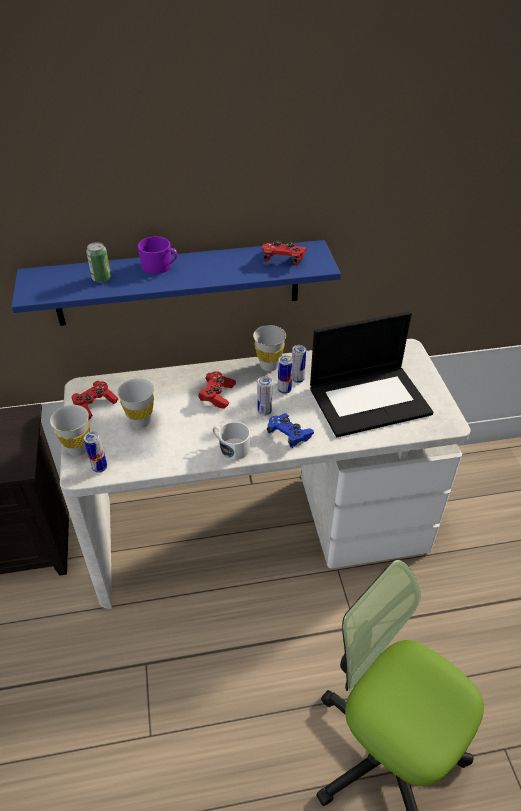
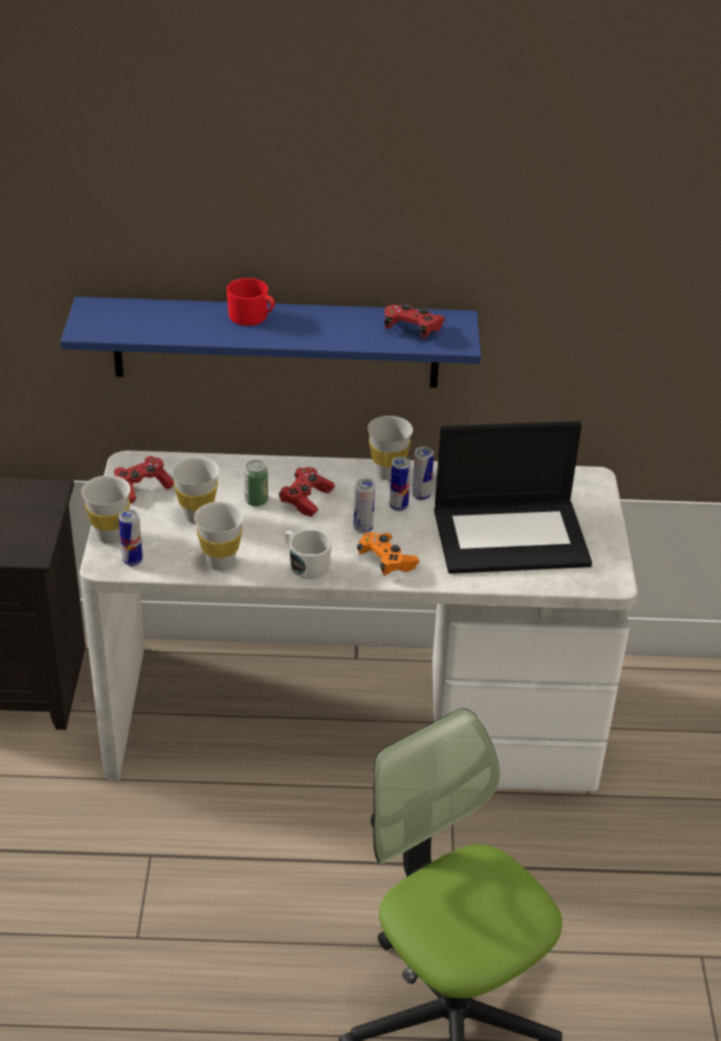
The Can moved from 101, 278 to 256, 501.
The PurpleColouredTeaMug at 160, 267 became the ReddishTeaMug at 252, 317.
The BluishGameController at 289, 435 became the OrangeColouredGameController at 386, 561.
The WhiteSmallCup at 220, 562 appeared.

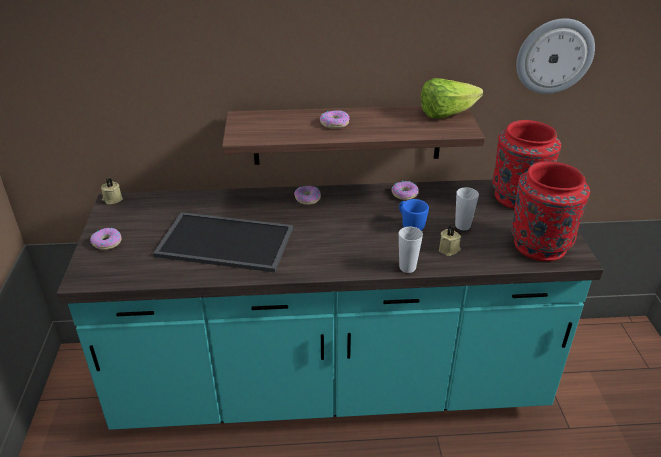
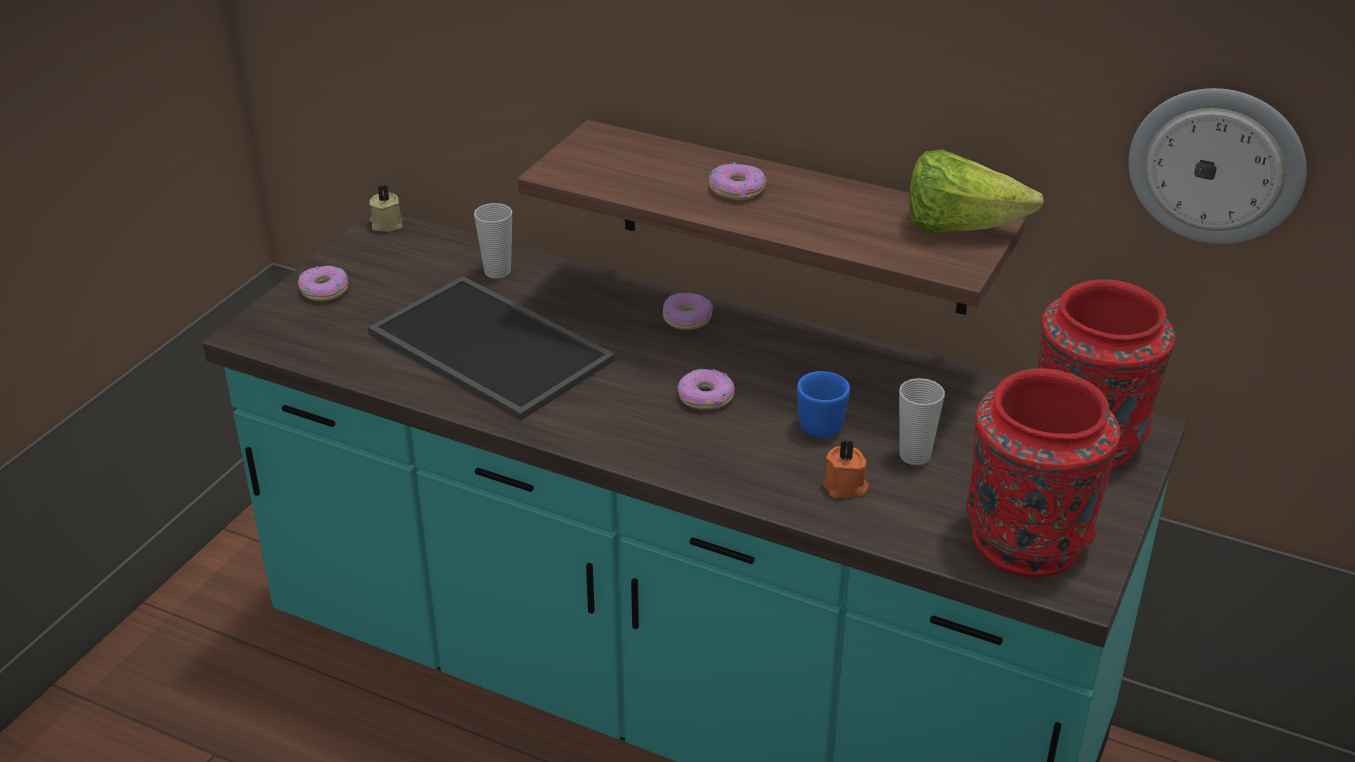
The RingDoughnut moved from 405, 194 to 705, 397.
The SmallCup moved from 407, 268 to 497, 272.
The BeigeCandle at 449, 249 became the OrangeColouredCandle at 845, 487.

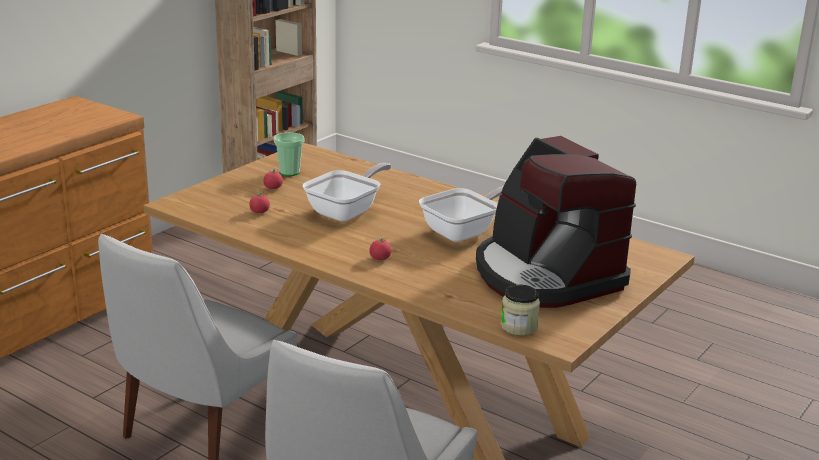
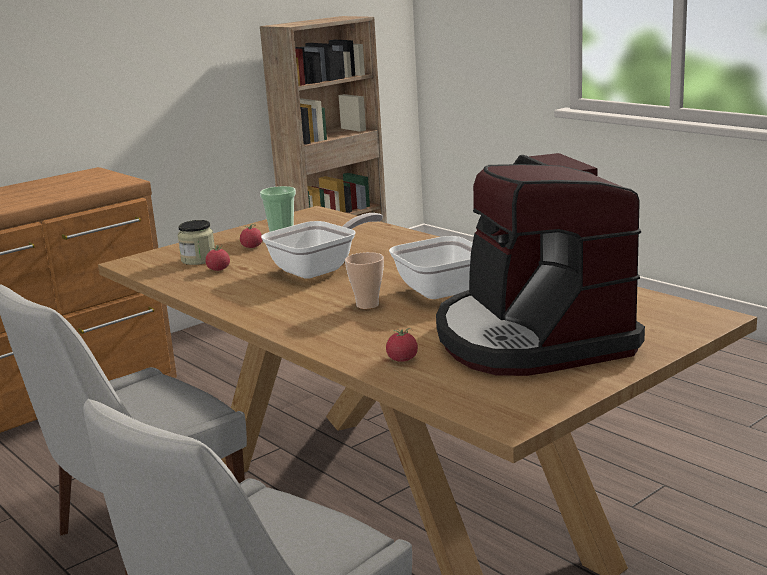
The Tomato moved from 380, 258 to 402, 359.
The StorageJar moved from 519, 327 to 198, 259.
The SmallCup at 367, 305 appeared.

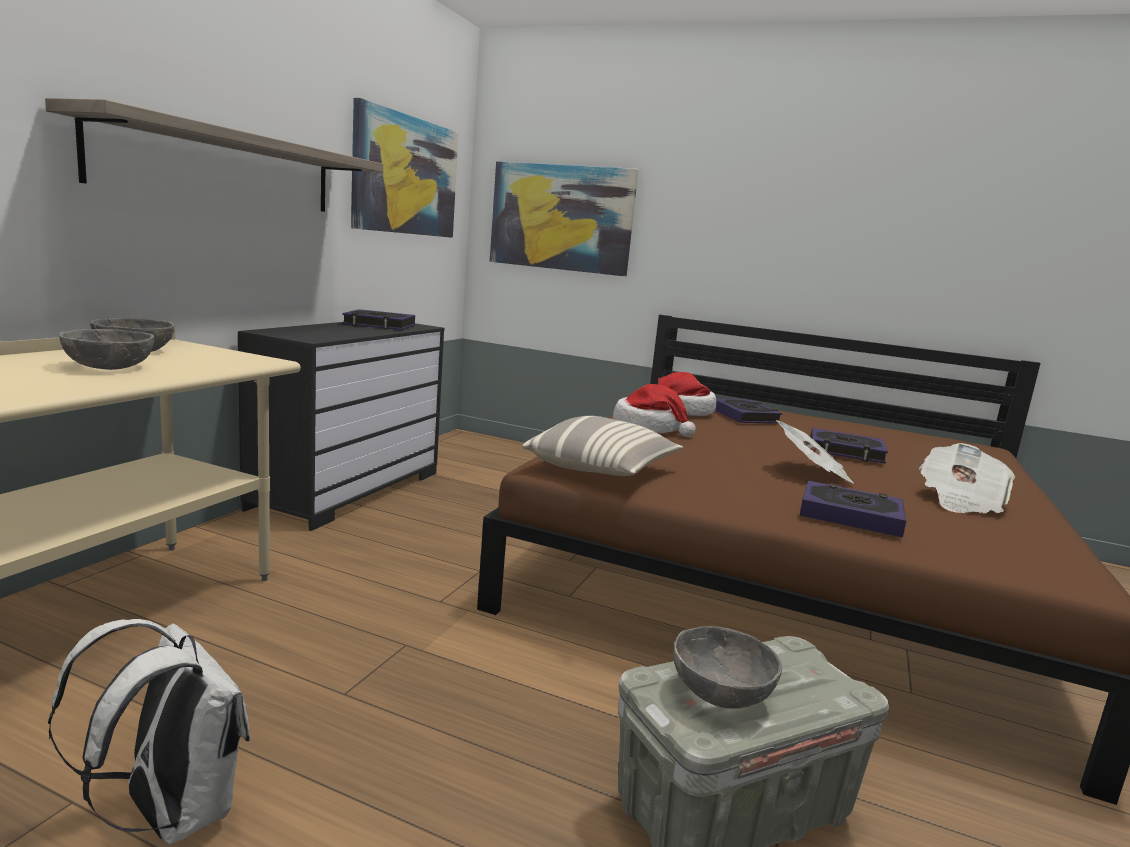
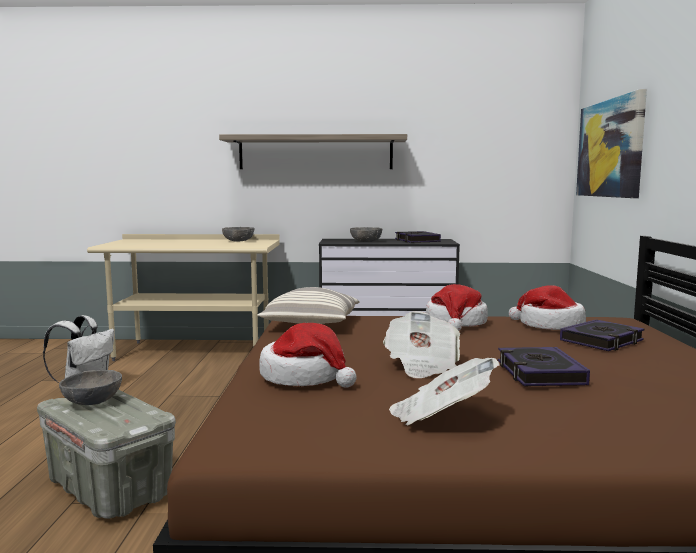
The GreyDeepDish moved from 109, 367 to 366, 241.
The Picture at 406, 176 disappeared.
The BoundBook at 850, 516 was replaced by the ClothingHat at 305, 376.

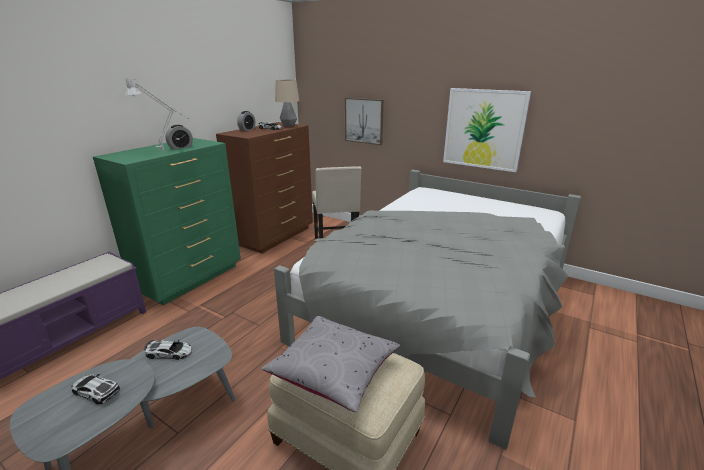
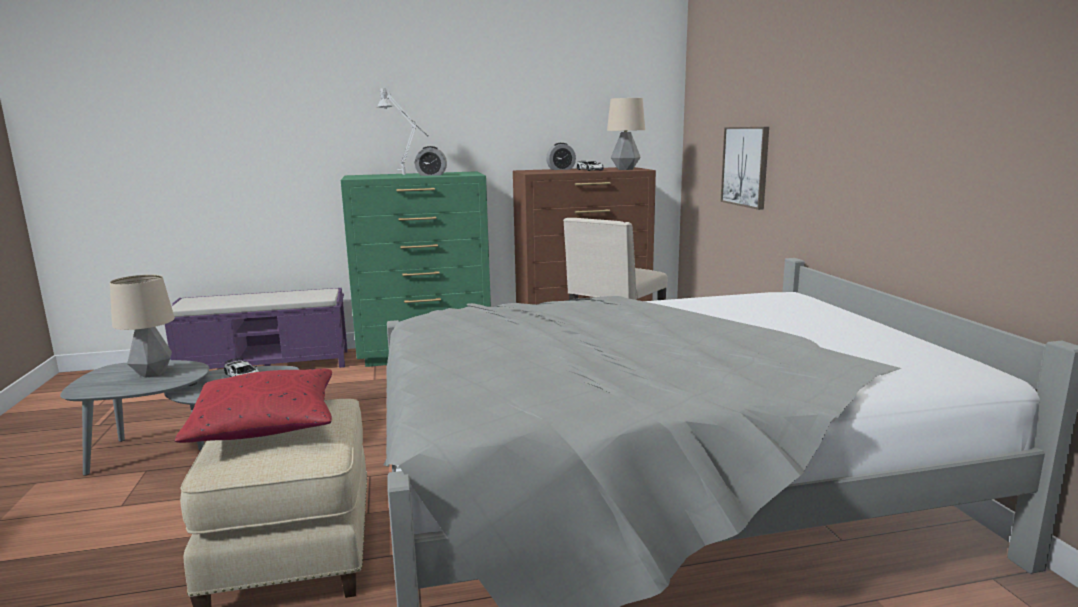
The MiniatureCar at 95, 391 was replaced by the LampForATable at 152, 373.
The GreyPillow at 333, 371 became the ReddishPillow at 266, 425.
The Picture at 484, 129 disappeared.

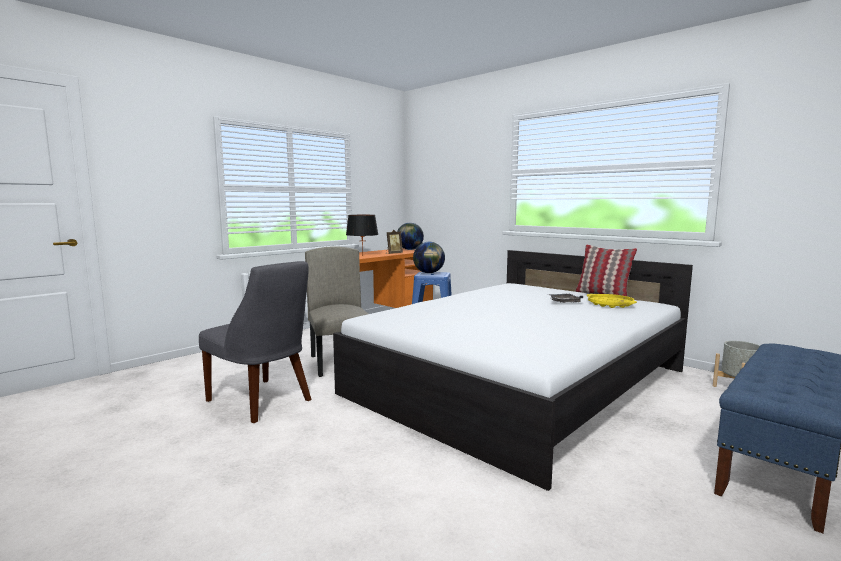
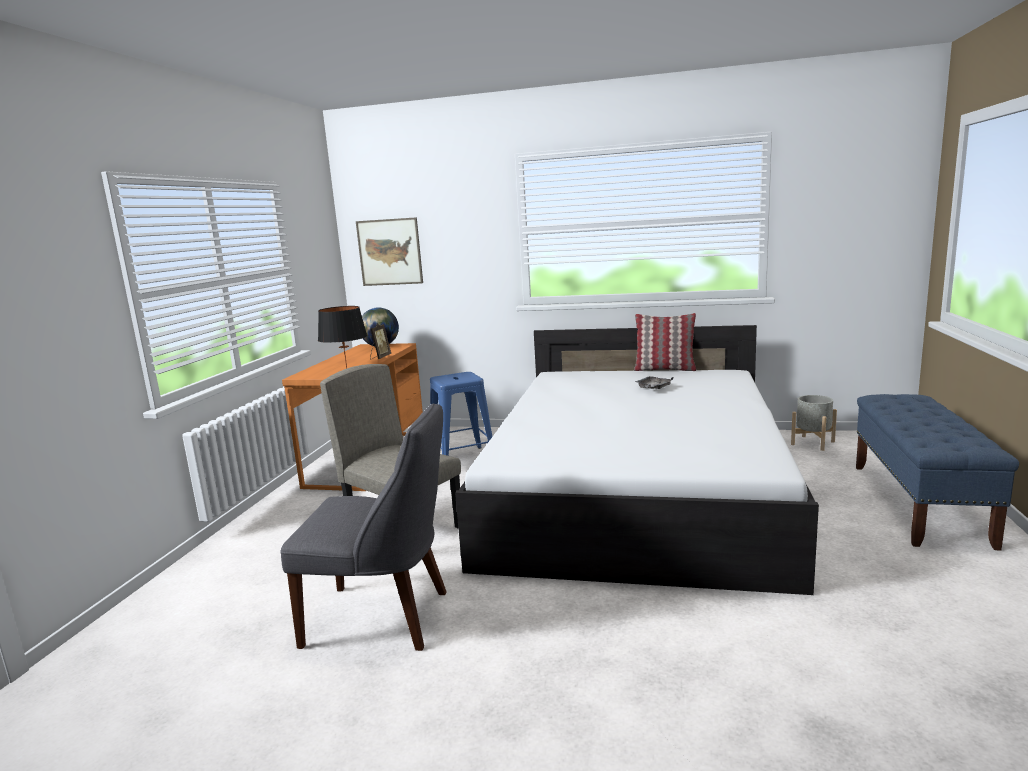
The DeskGlobe at 429, 273 disappeared.
The YellowishTray at 610, 304 disappeared.
The Picture at 389, 252 appeared.

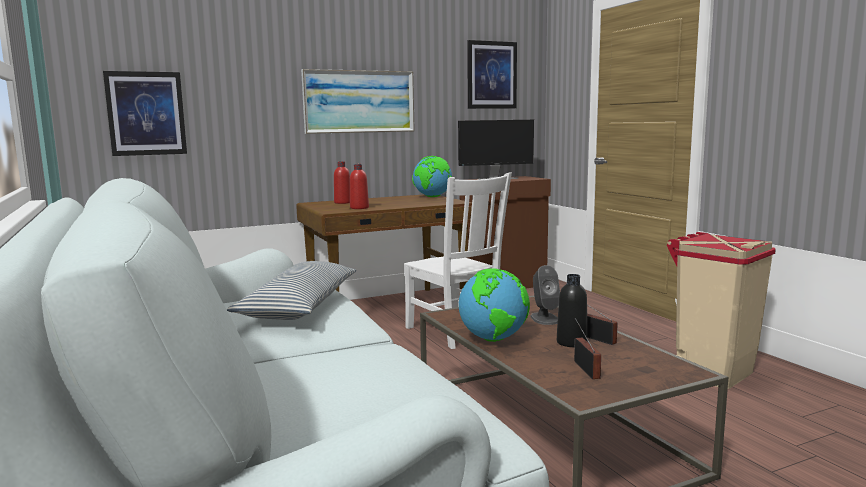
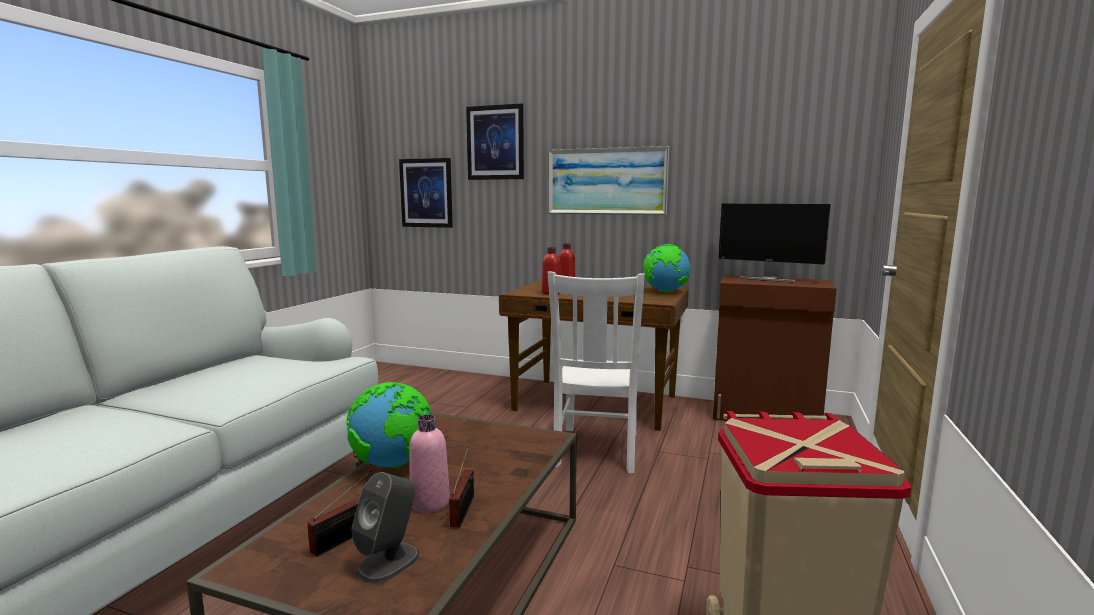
The Pillow at 300, 306 disappeared.
The Picture moved from 491, 75 to 495, 143.
The GreyAudioSpeaker moved from 544, 318 to 389, 562.
The BlackishBottle at 571, 342 became the PinkBottle at 430, 503.

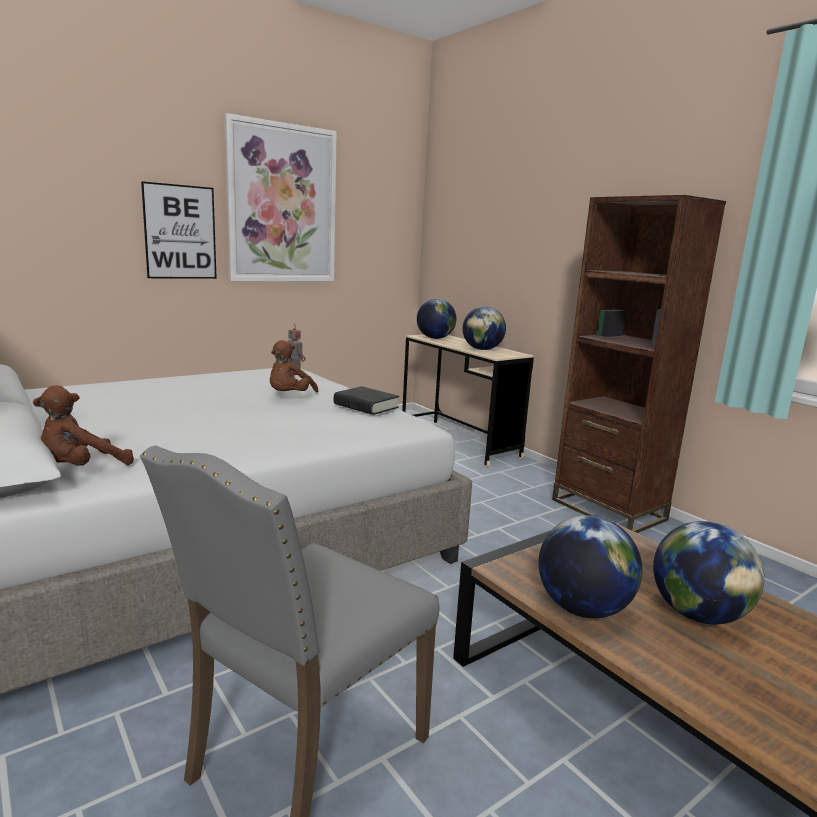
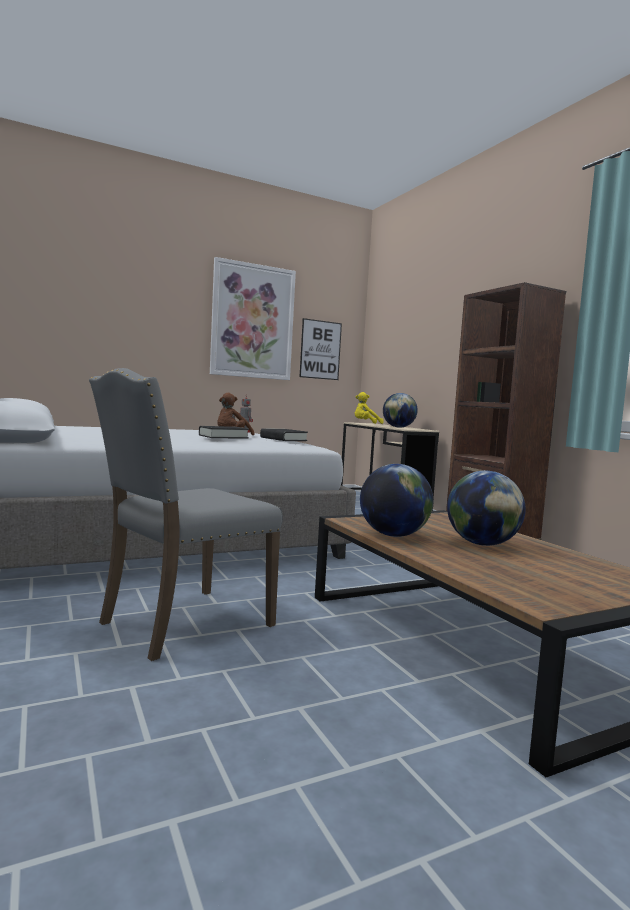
The BrownPlushToy at 81, 469 disappeared.
The Picture moved from 180, 232 to 320, 350.
The DeskGlobe at 435, 338 was replaced by the YellowishPlushToy at 366, 423.
The BlackishBoundBook at 223, 437 appeared.

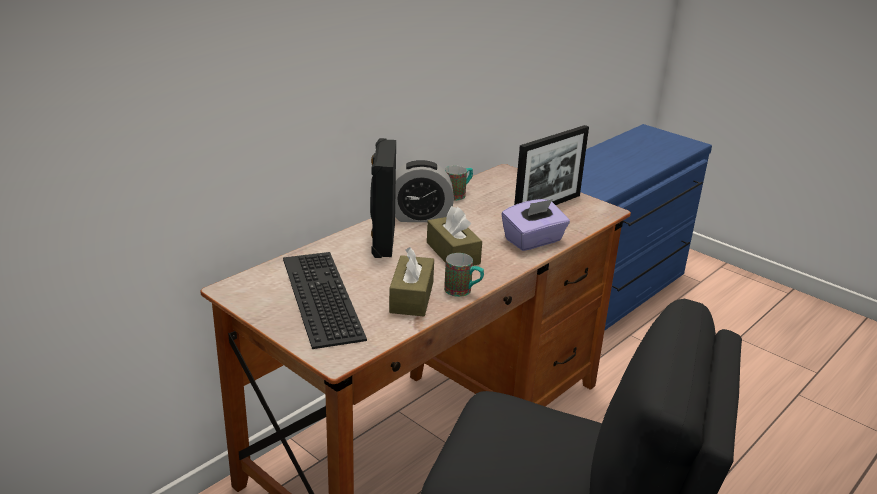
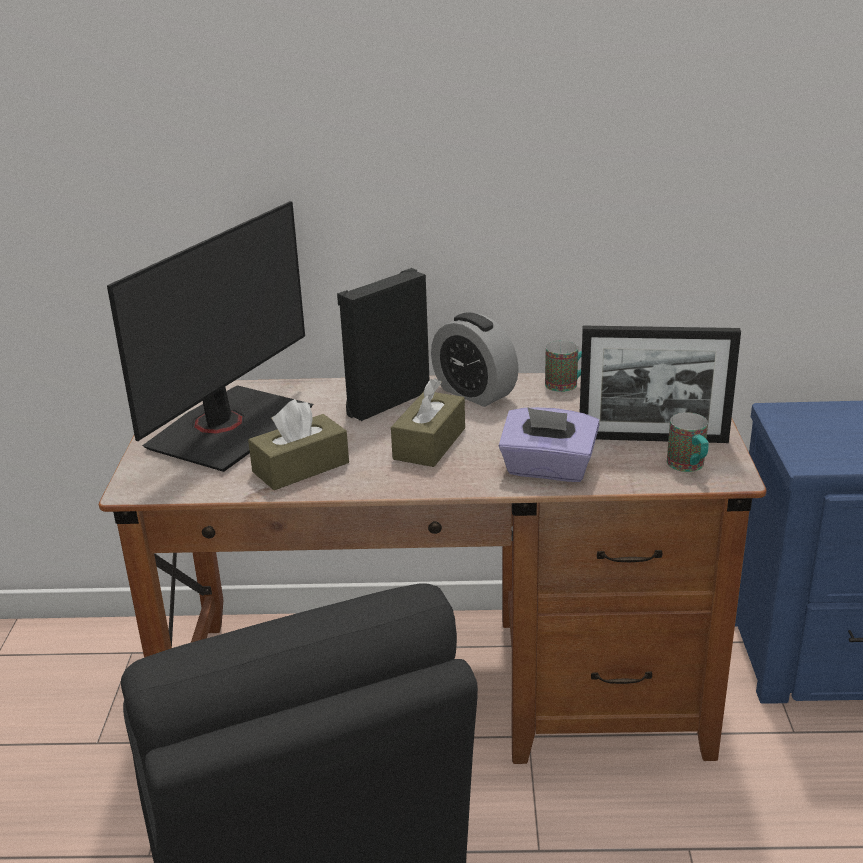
The Keyboard at 318, 296 was replaced by the ComputerScreen at 228, 428.
The TeaMug moved from 463, 291 to 689, 467.

